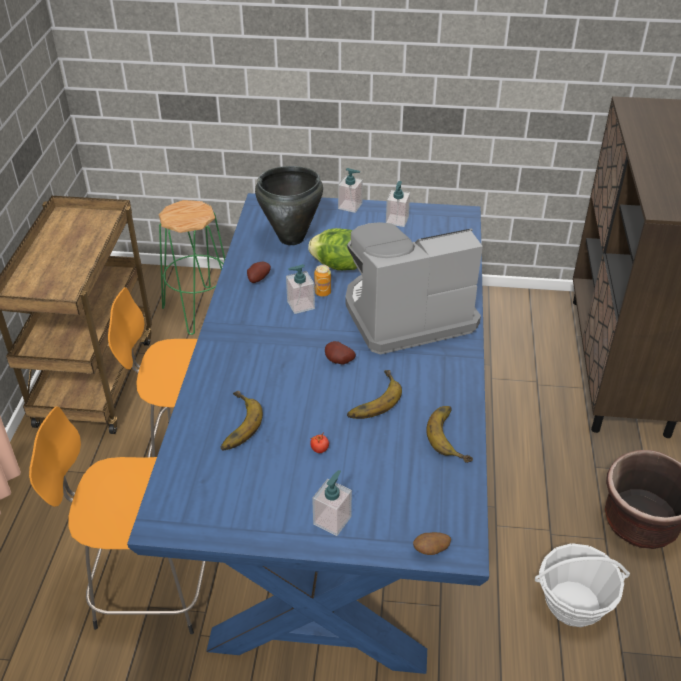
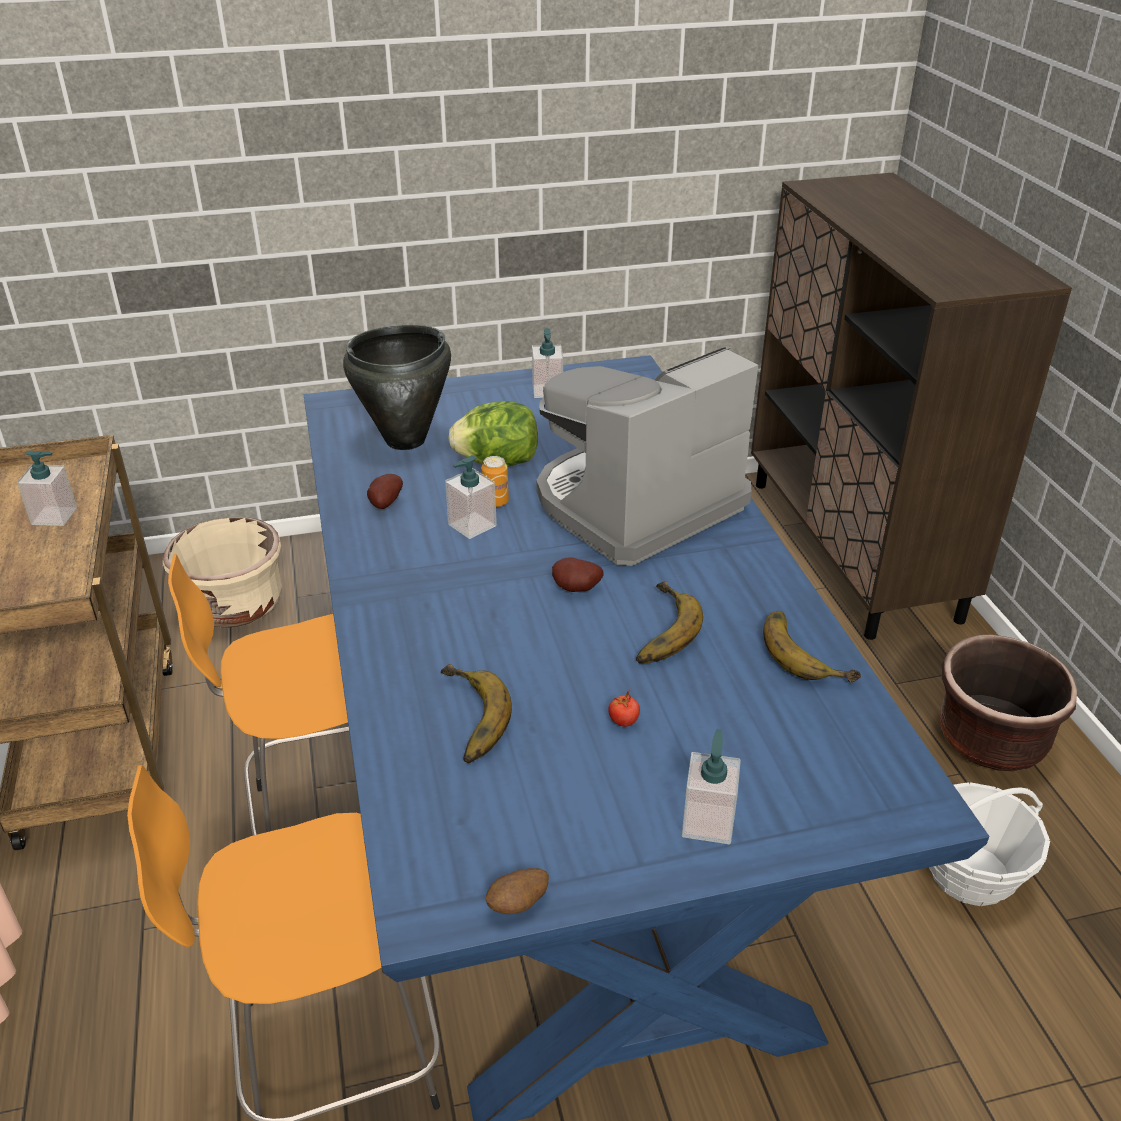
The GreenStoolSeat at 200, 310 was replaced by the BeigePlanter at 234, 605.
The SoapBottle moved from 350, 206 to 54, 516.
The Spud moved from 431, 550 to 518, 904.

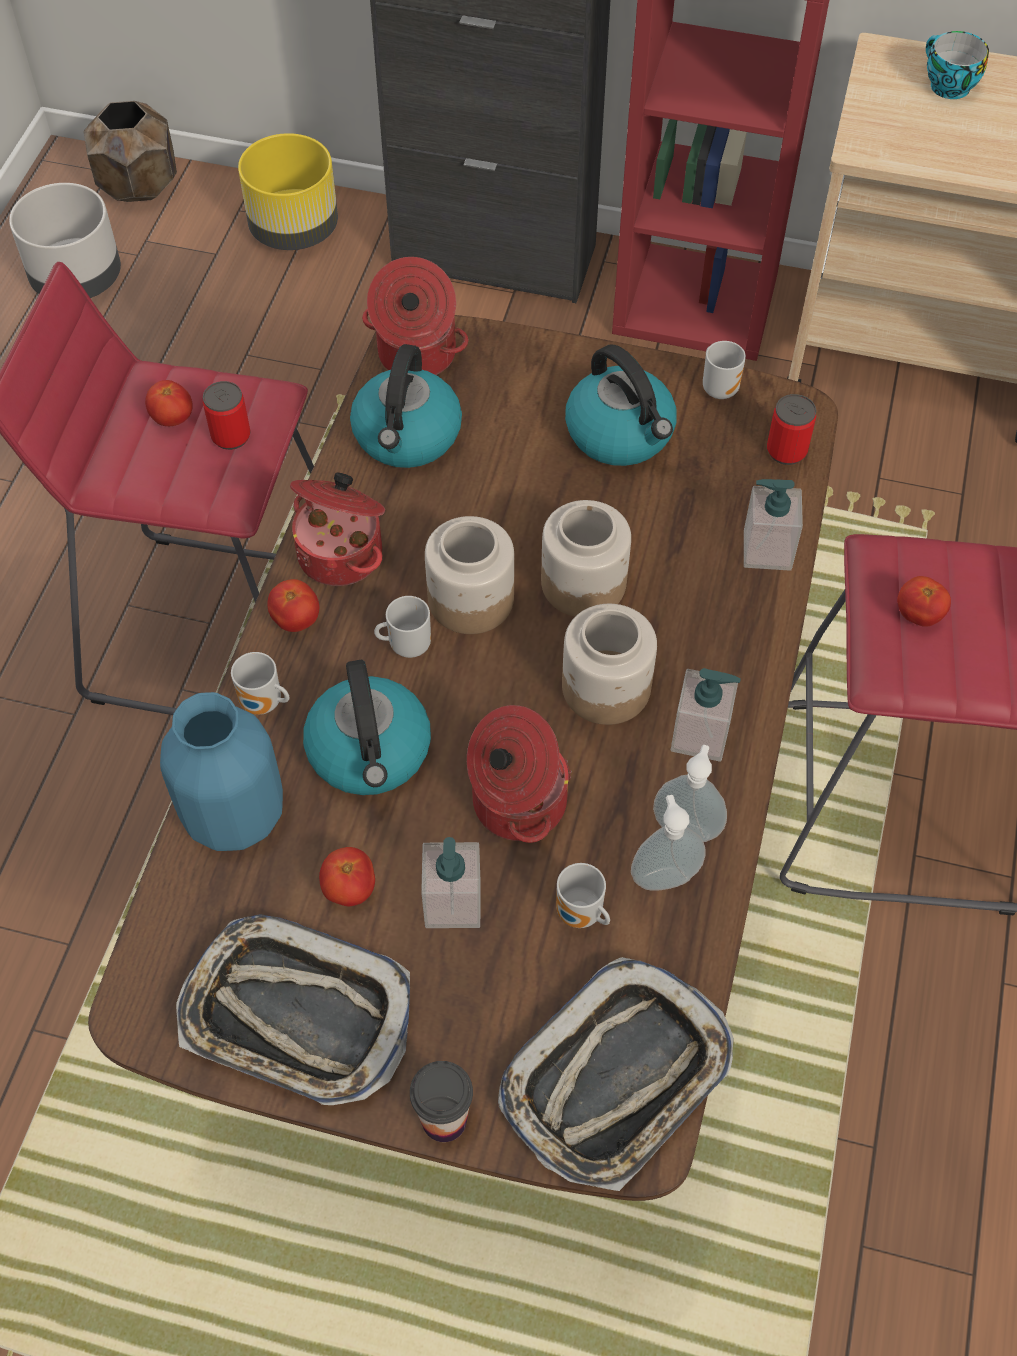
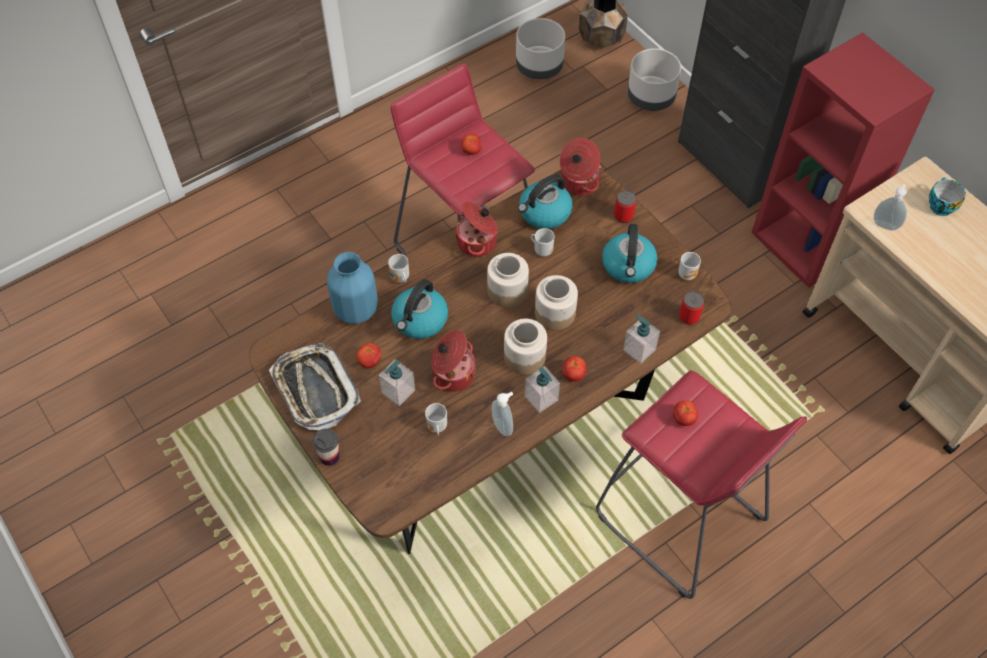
The Can moved from 231, 436 to 623, 216.
The YellowishPlanter at 295, 229 became the GreyPlanter at 651, 98.
The Tomato moved from 296, 620 to 573, 375.
The TeaMug moved from 407, 645 to 542, 250.
The Tray at 617, 1079 disappeared.
The SoapBottle moved from 663, 876 to 885, 224.

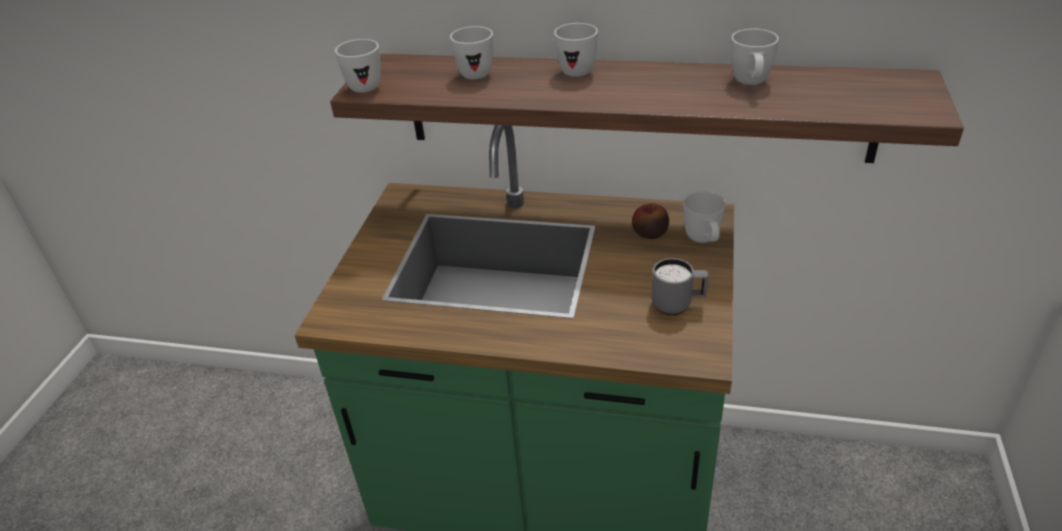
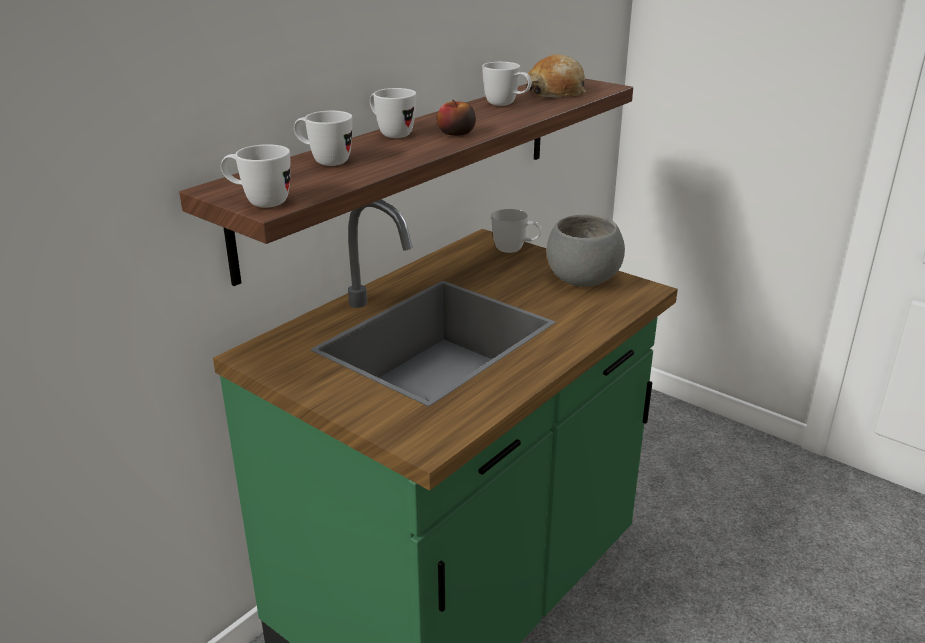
The WholeApple moved from 650, 233 to 456, 133.
The GreyTeaMug at 678, 305 was replaced by the GreyDeepDish at 581, 280.
The BakedBread at 556, 91 appeared.

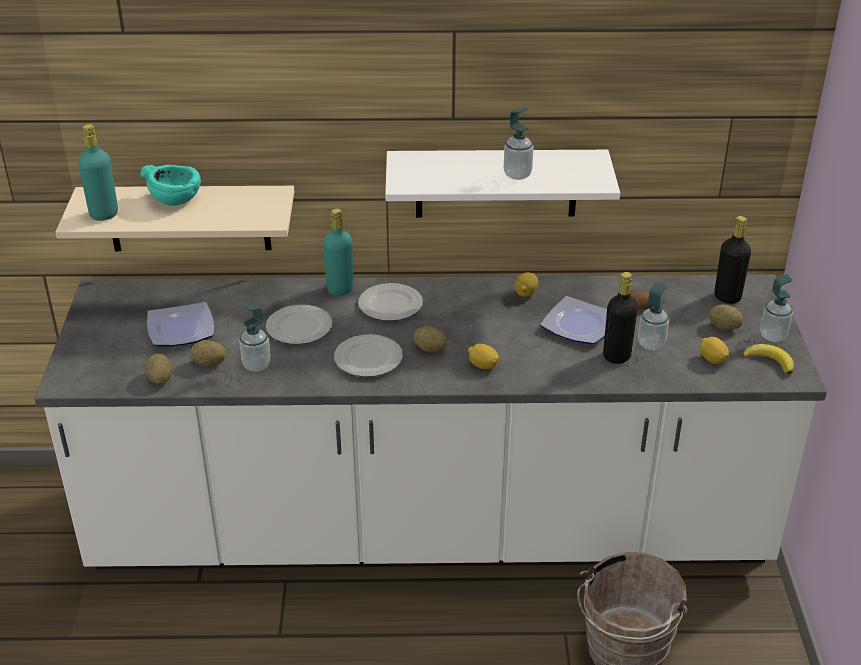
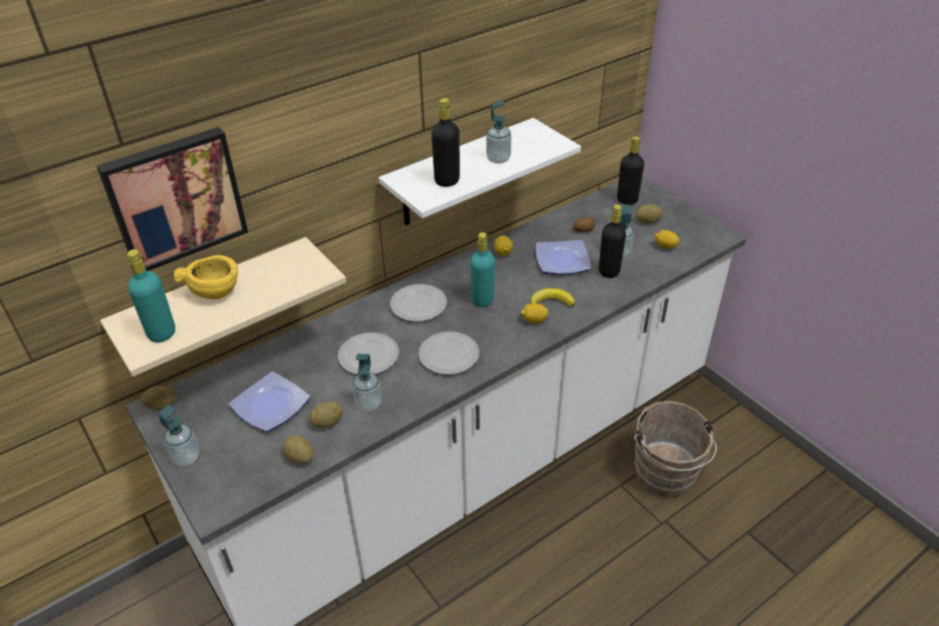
The TurquoiseColouredDeepDish at 175, 199 became the YellowishDeepDish at 215, 291.
The TurquoiseColouredBottle moved from 340, 289 to 482, 300.
The Spud moved from 430, 349 to 162, 406.
The Banana moved from 769, 361 to 551, 301.
The SoapBottle moved from 773, 336 to 186, 458.
The Picture at 175, 198 appeared.
The BlackishBottle at 447, 181 appeared.

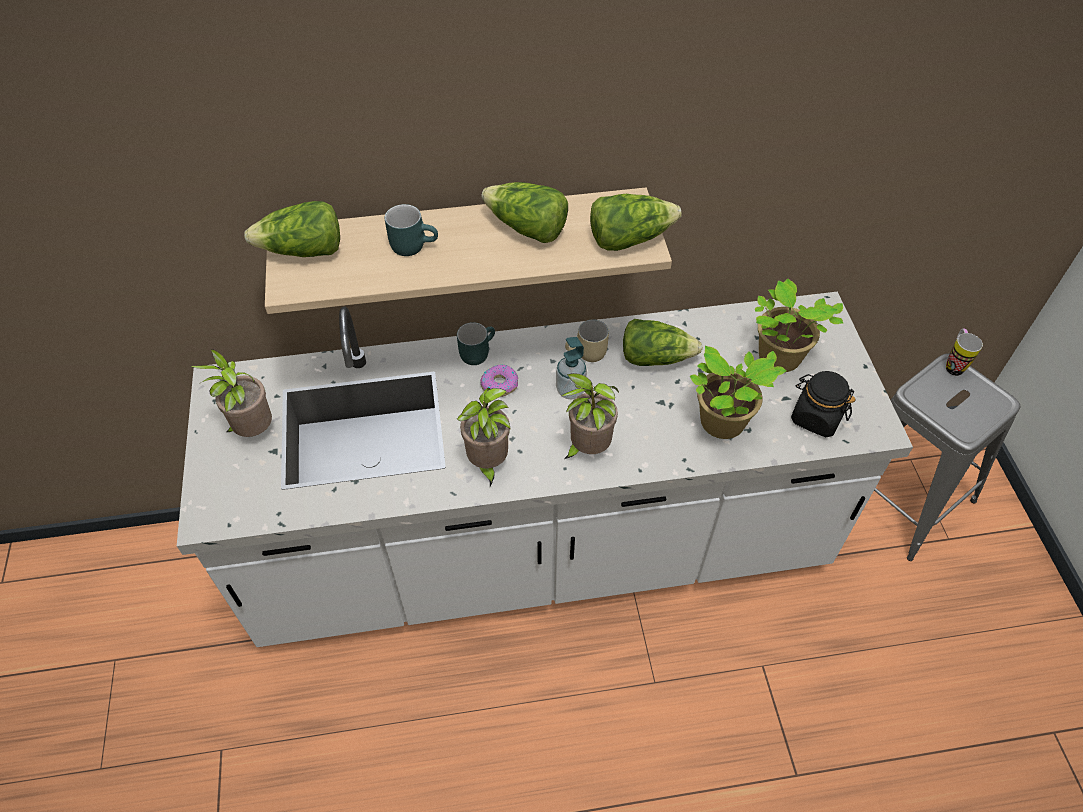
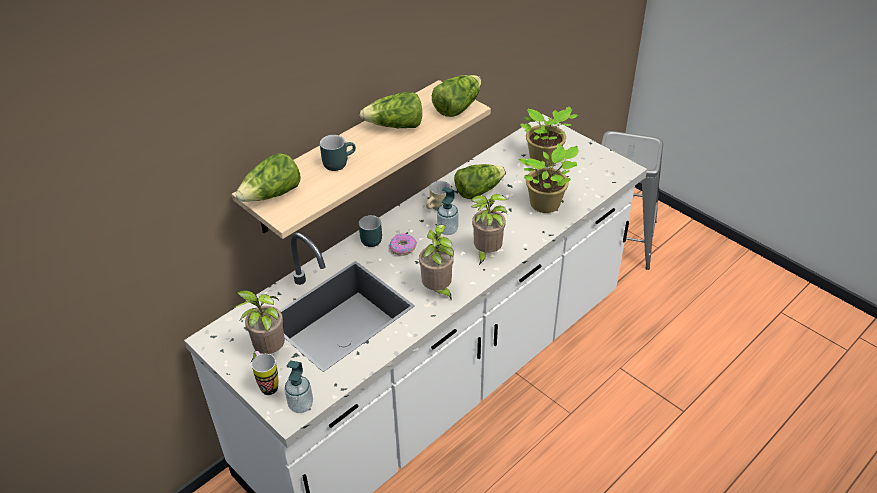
The BlackishStorageJar at 816, 417 disappeared.
The TeaMug moved from 953, 364 to 267, 384.
The SoapBottle at 301, 405 appeared.

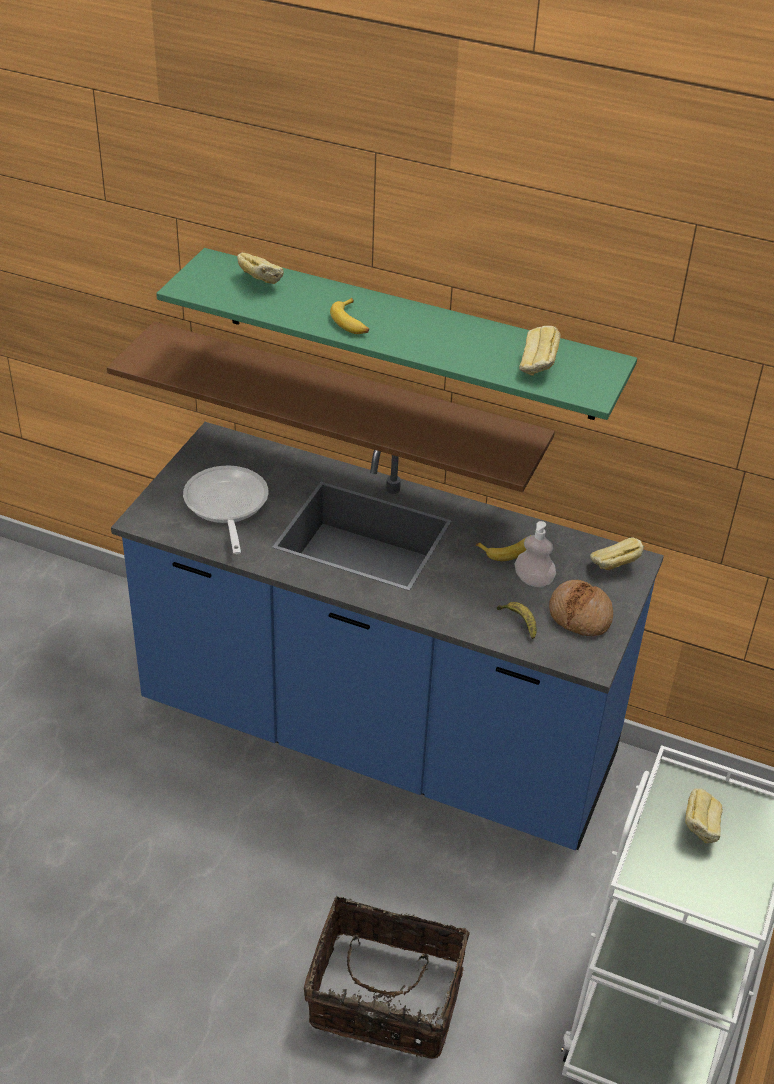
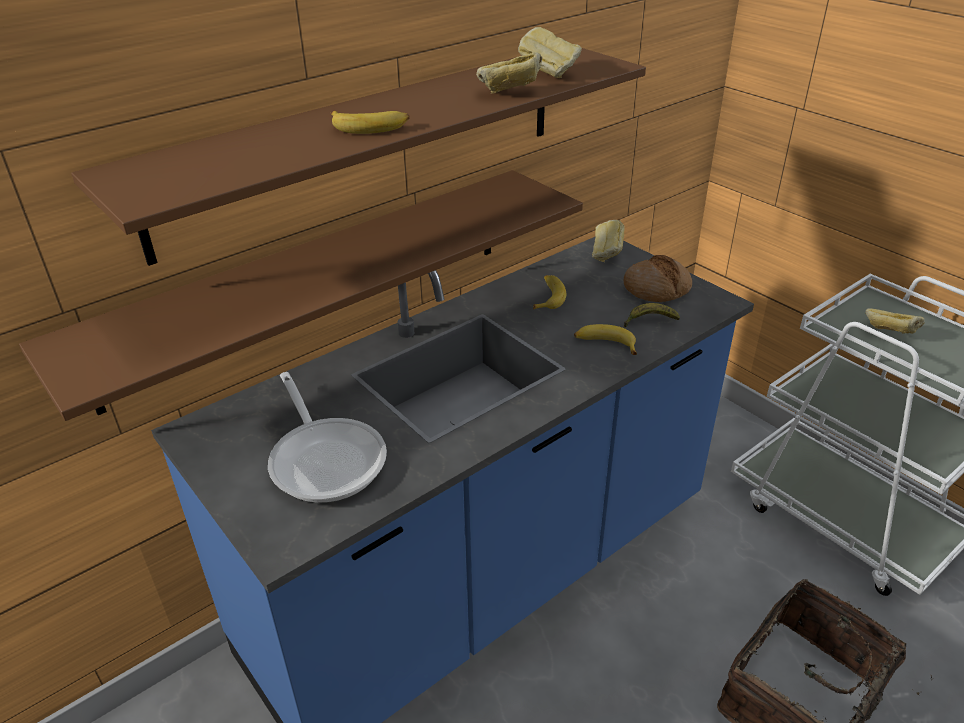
The GreenBracketShelf at 409, 334 became the BrownBracketShelf at 368, 144.
The Skillet at 226, 506 turned 135 degrees counterclockwise.
The BakedBread moved from 260, 283 to 510, 94.
The SoapBottle at 533, 580 disappeared.
The Banana at 605, 344 appeared.

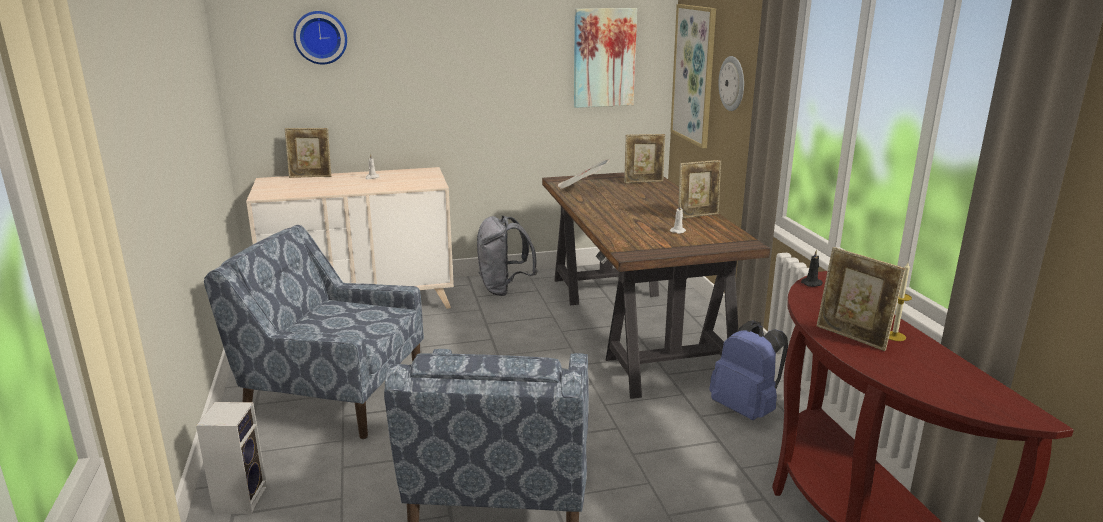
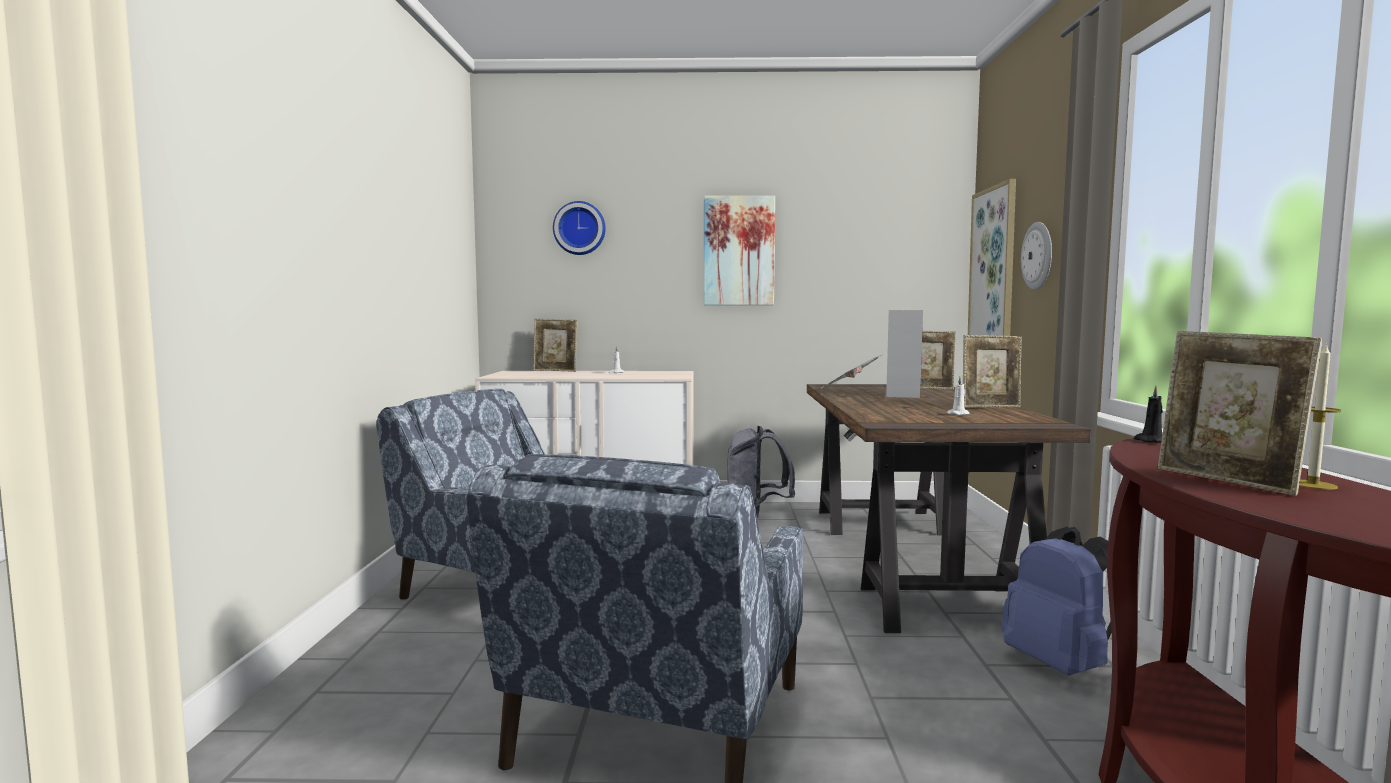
The AudioSpeaker moved from 240, 498 to 902, 395.
The Picture moved from 604, 58 to 738, 251.

